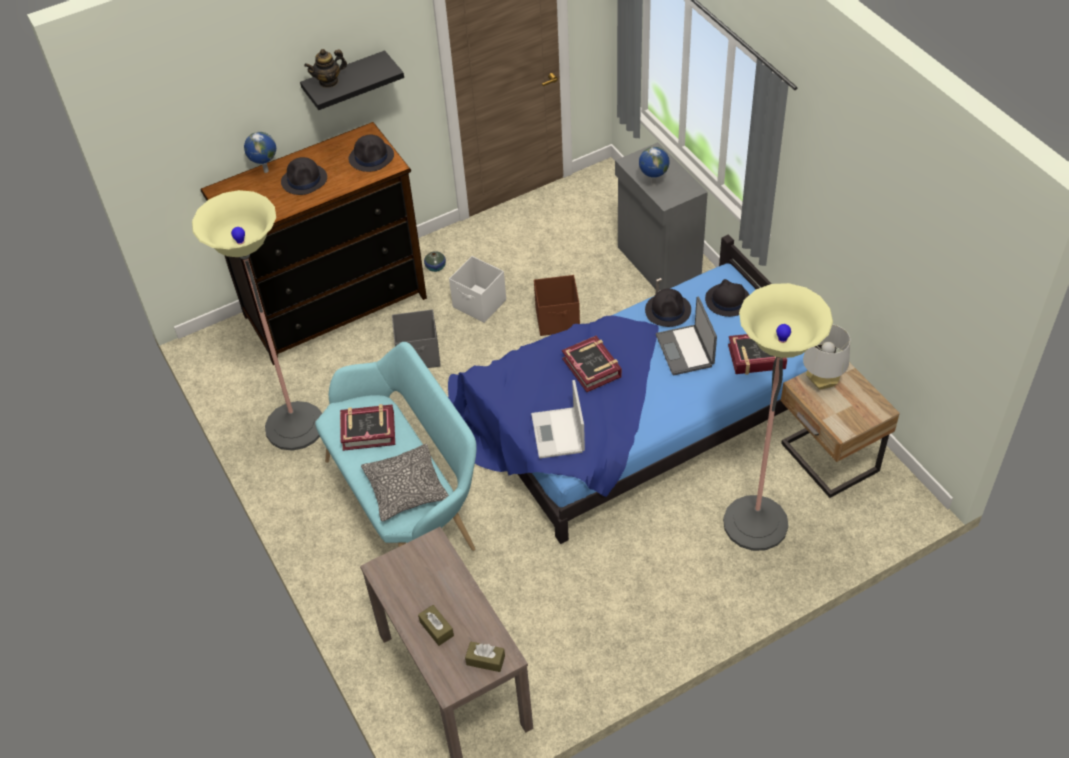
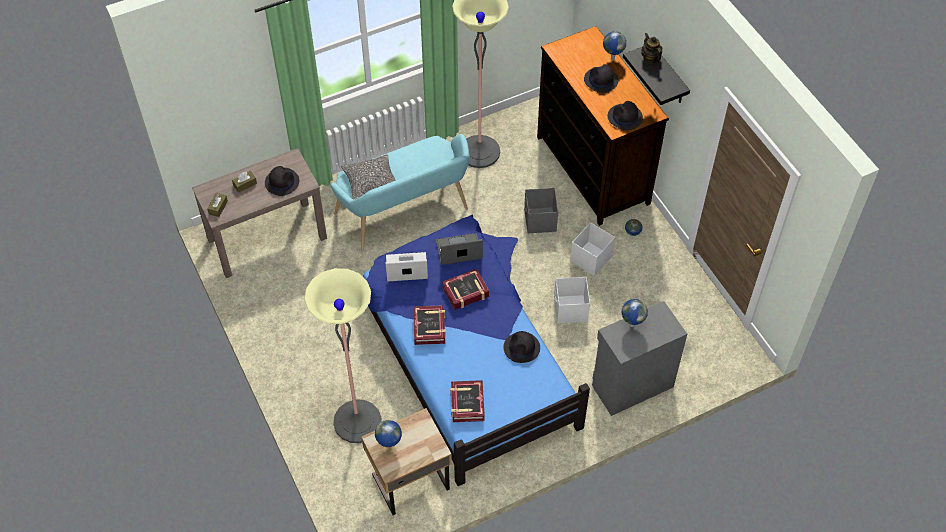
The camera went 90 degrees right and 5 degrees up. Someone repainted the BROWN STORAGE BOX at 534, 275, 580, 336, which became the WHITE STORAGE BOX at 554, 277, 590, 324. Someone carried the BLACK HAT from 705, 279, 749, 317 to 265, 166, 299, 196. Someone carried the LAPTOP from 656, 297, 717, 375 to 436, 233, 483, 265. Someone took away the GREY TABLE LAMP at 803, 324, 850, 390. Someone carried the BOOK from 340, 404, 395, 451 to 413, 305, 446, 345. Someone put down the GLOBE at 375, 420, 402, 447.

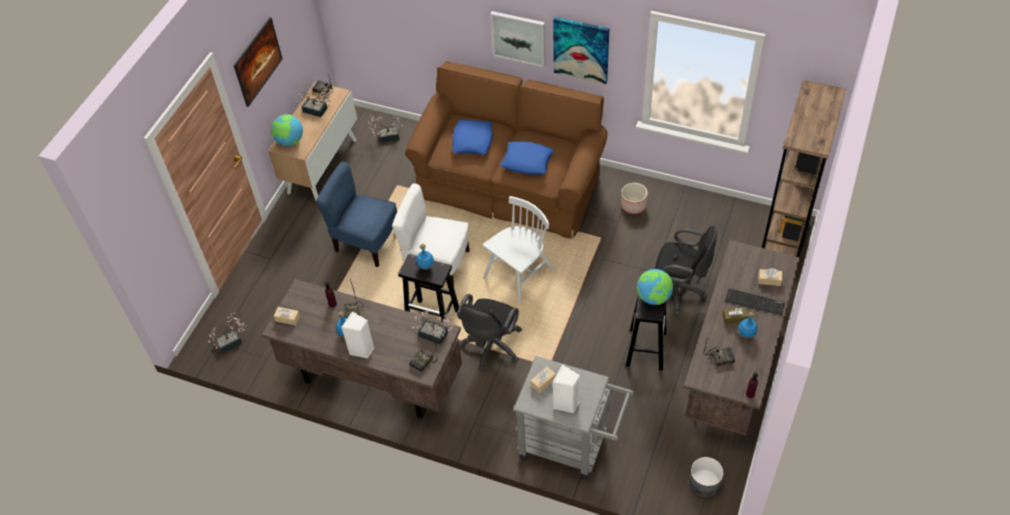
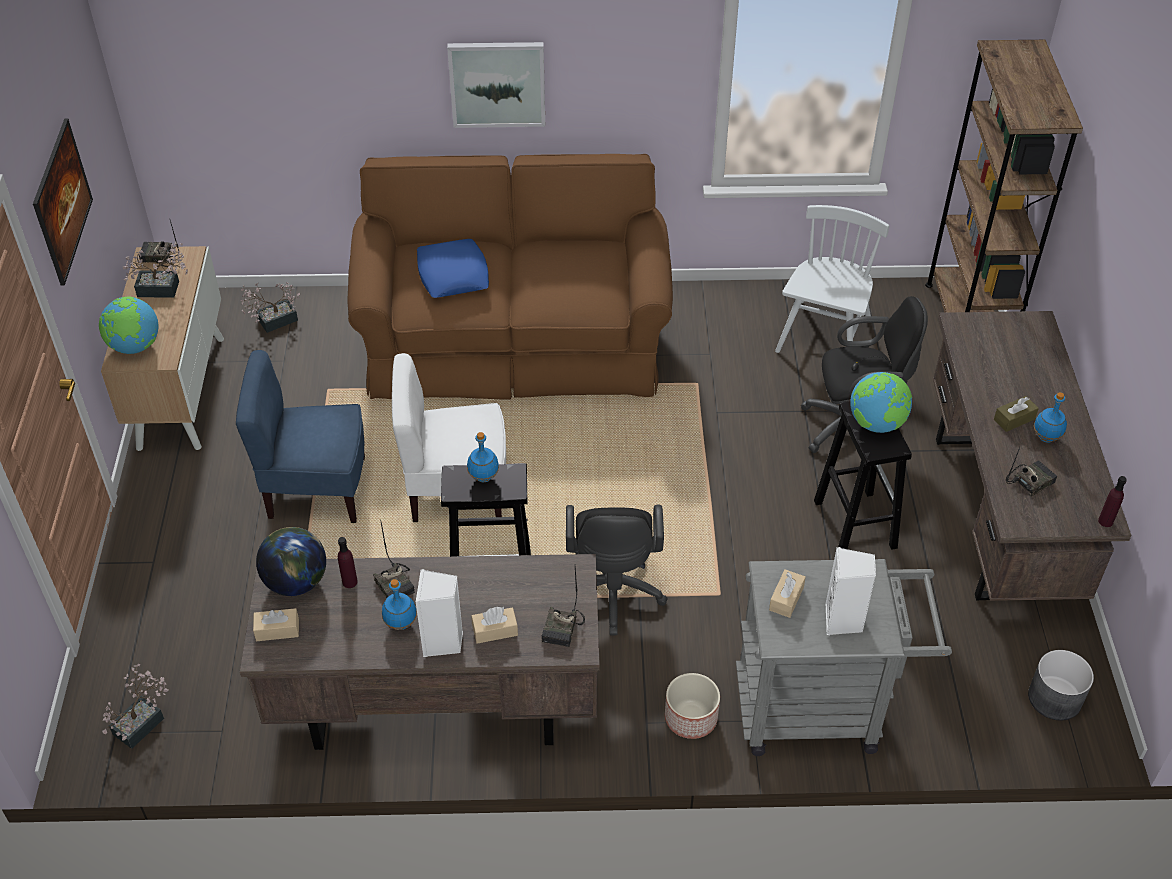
The camera went 25 degrees left and 5 degrees down. Someone took away the PICTURE at 553, 17, 609, 84. Someone took away the BLUE PILLOW at 500, 141, 554, 175. Someone carried the PLANTER from 621, 183, 648, 214 to 665, 673, 720, 739. Someone carried the WHITE CHAIR from 483, 196, 555, 303 to 775, 205, 889, 353. Someone carried the BEIGE TISSUE BOX from 758, 268, 782, 286 to 471, 607, 518, 644. Someone took away the KEYBOARD at 725, 288, 785, 316. Someone took away the POTTED PLANT at 412, 311, 454, 345. Someone put down the GLOBE at 256, 527, 326, 596.

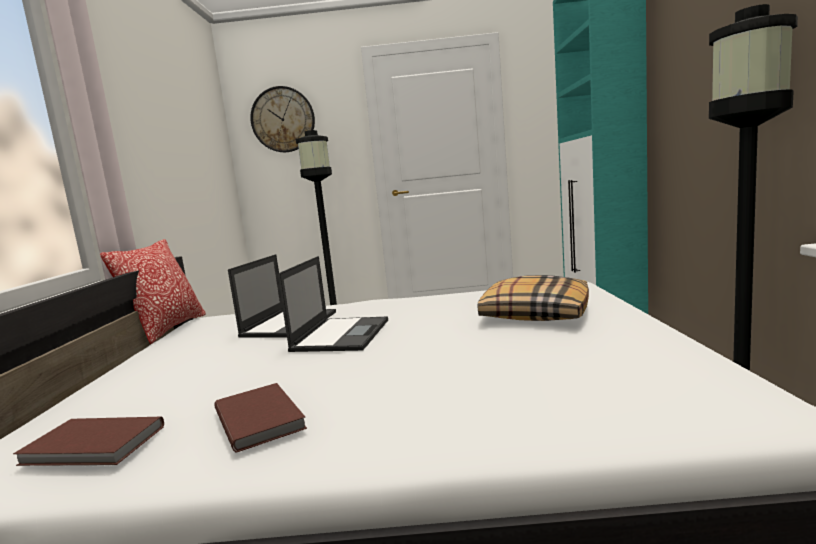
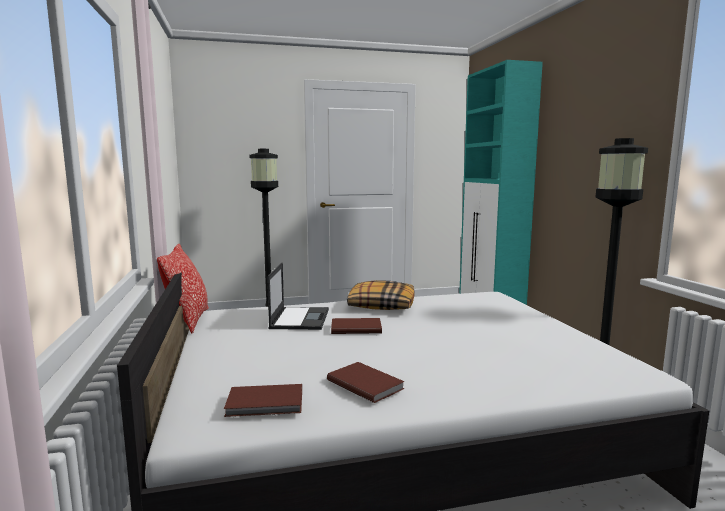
The camera went 15 degrees left and 0 degrees up. Someone took away the WALL CLOCK at 250, 86, 315, 152. Someone swapped the LAPTOP at 277, 256, 388, 352 for the BROWN BOOK at 331, 318, 382, 334. Someone carried the PILLOW from 477, 275, 589, 321 to 347, 280, 414, 310.

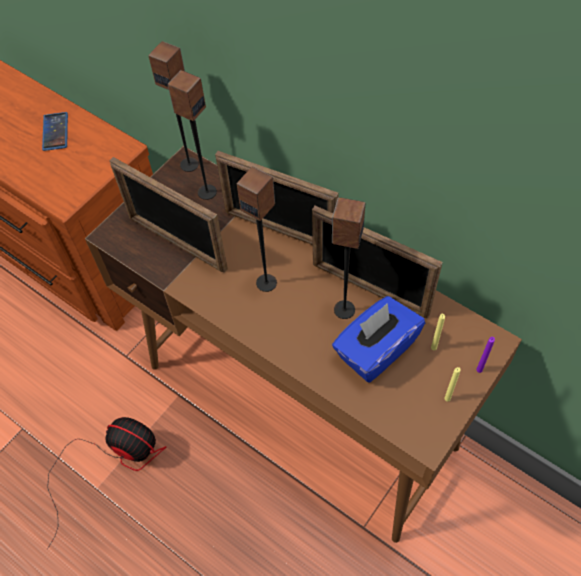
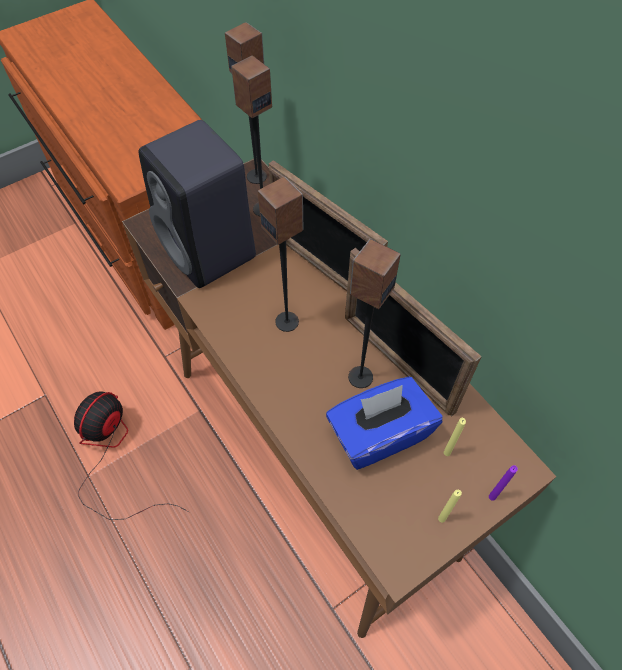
The camera went 15 degrees right and 0 degrees up. Someone took away the PHONE at 42, 112, 68, 151. Someone swapped the PICTURE FRAME at 110, 157, 228, 273 for the BLACK SPEAKER at 138, 120, 256, 288. Someone rotated the FAN at 47, 417, 166, 550 by 105 degrees counterclockwise.

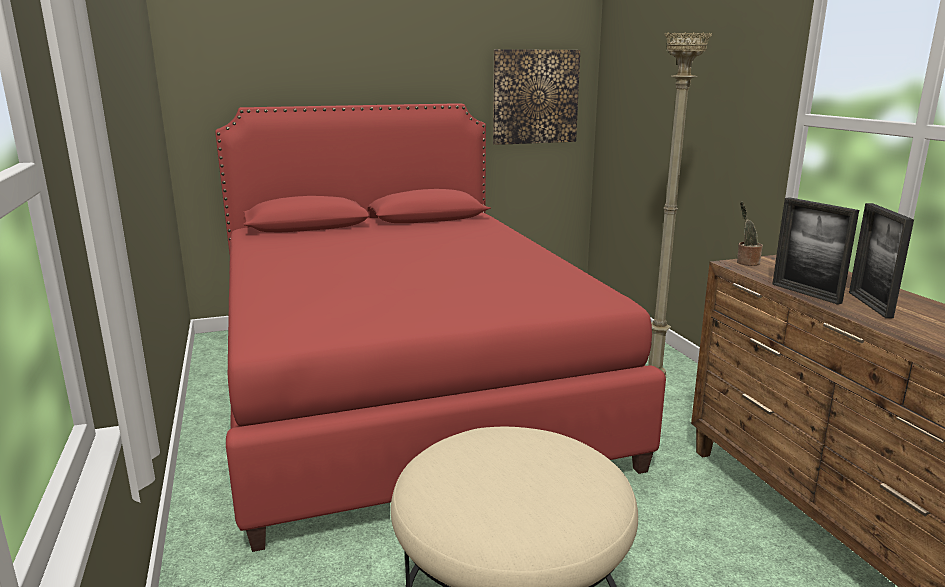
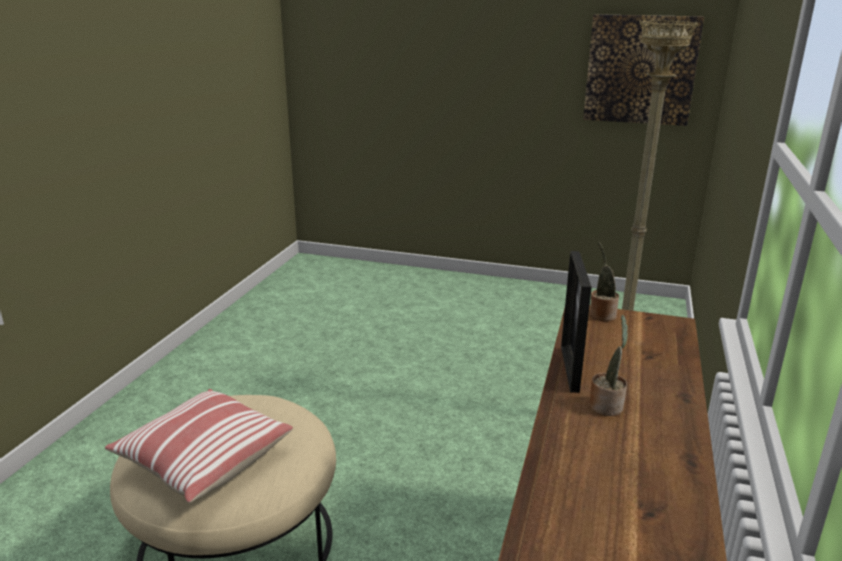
The camera went 35 degrees right and 5 degrees up. Someone took away the RED BED at 215, 103, 666, 552. Someone swapped the PICTURE FRAME at 849, 203, 914, 318 for the POTTED PLANT at 589, 315, 628, 416. Someone put down the PILLOW at 105, 389, 293, 503.

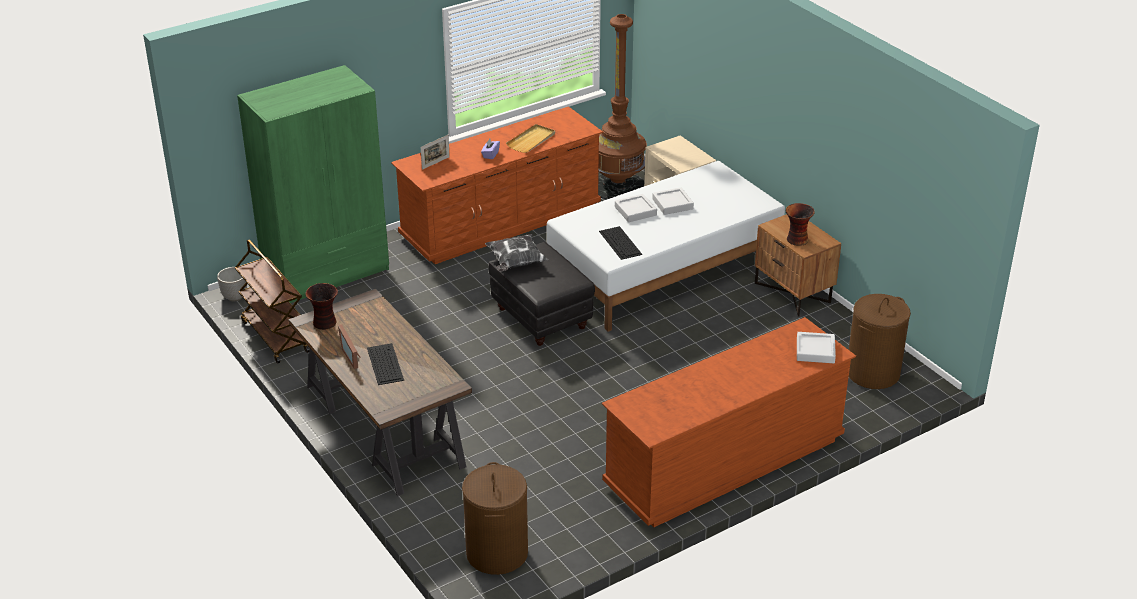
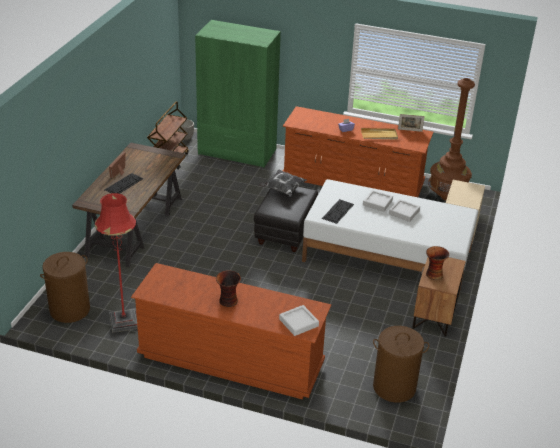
The camera went 50 degrees right and 0 degrees up. Someone carried the PICTURE FRAME from 421, 135, 450, 170 to 398, 114, 425, 132. Someone carried the VASE from 305, 283, 338, 330 to 216, 270, 241, 307. Someone put down the RED FLOOR LAMP at 95, 193, 138, 333.

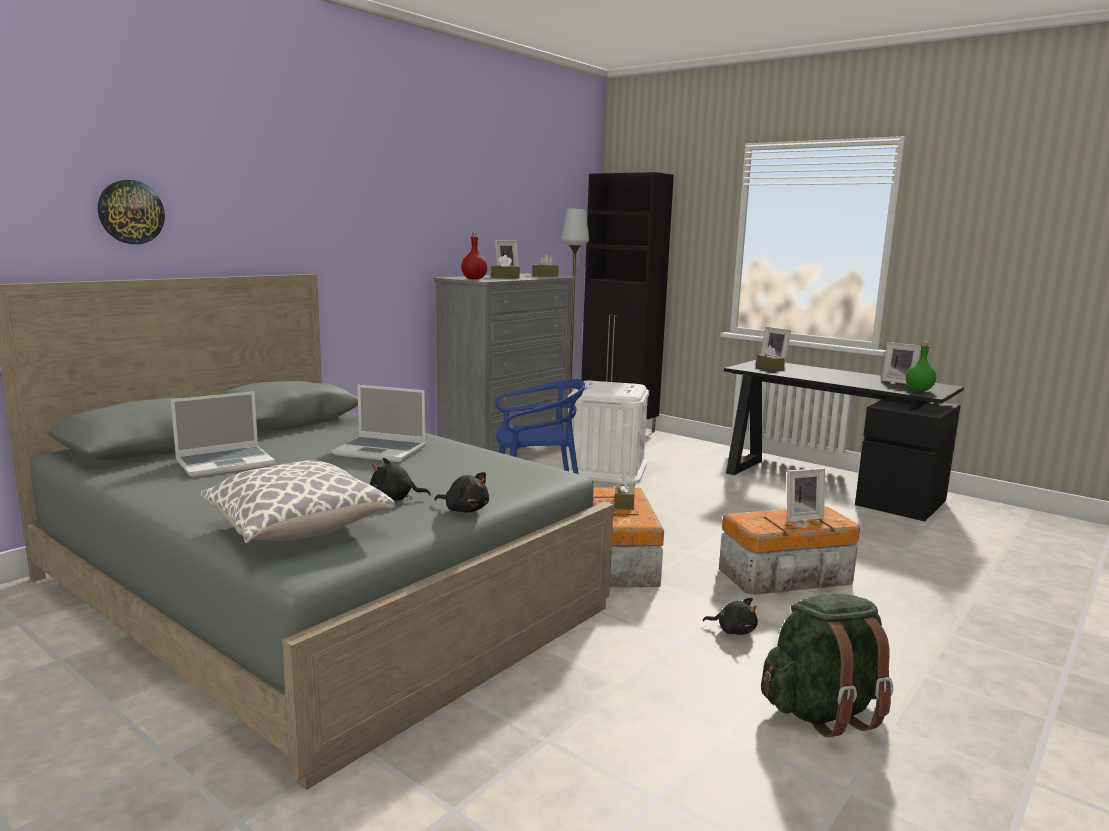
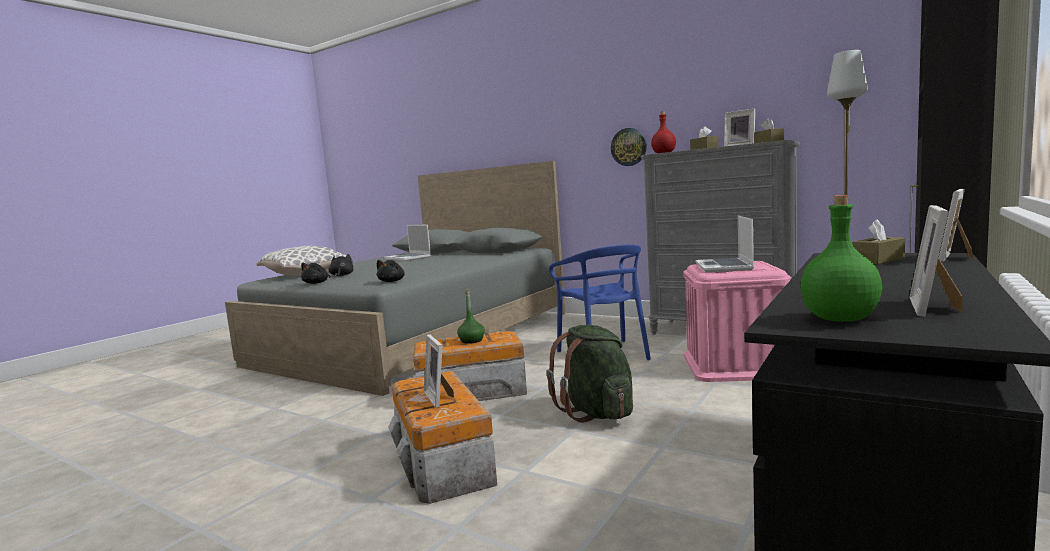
The camera went 85 degrees right and 5 degrees down. Someone carried the WALL CLOCK from 98, 180, 165, 244 to 611, 128, 647, 166. Someone repainted the WHITE STORAGE BOX at 567, 380, 649, 484, which became the PINK STORAGE BOX at 684, 261, 792, 382. Someone carried the LAPTOP from 332, 385, 426, 462 to 696, 216, 754, 272. Someone swapped the BROWN TISSUE BOX at 614, 474, 635, 510 for the GREEN BOTTLE at 457, 289, 485, 344. Someone carried the GREEN BACKPACK from 761, 594, 893, 737 to 547, 325, 633, 423. Someone carried the BLACK PLUSH TOY from 703, 598, 758, 635 to 377, 260, 405, 282.

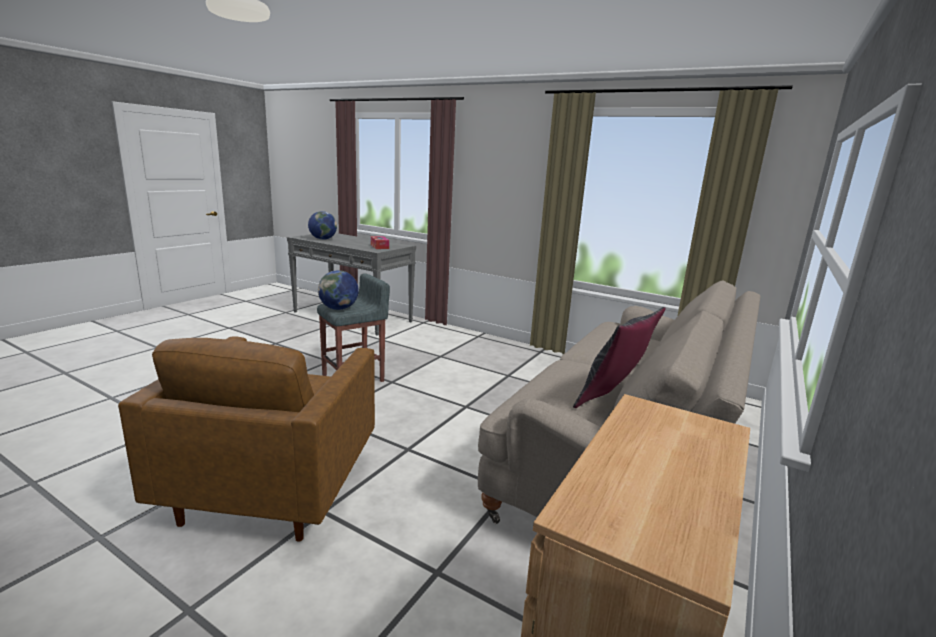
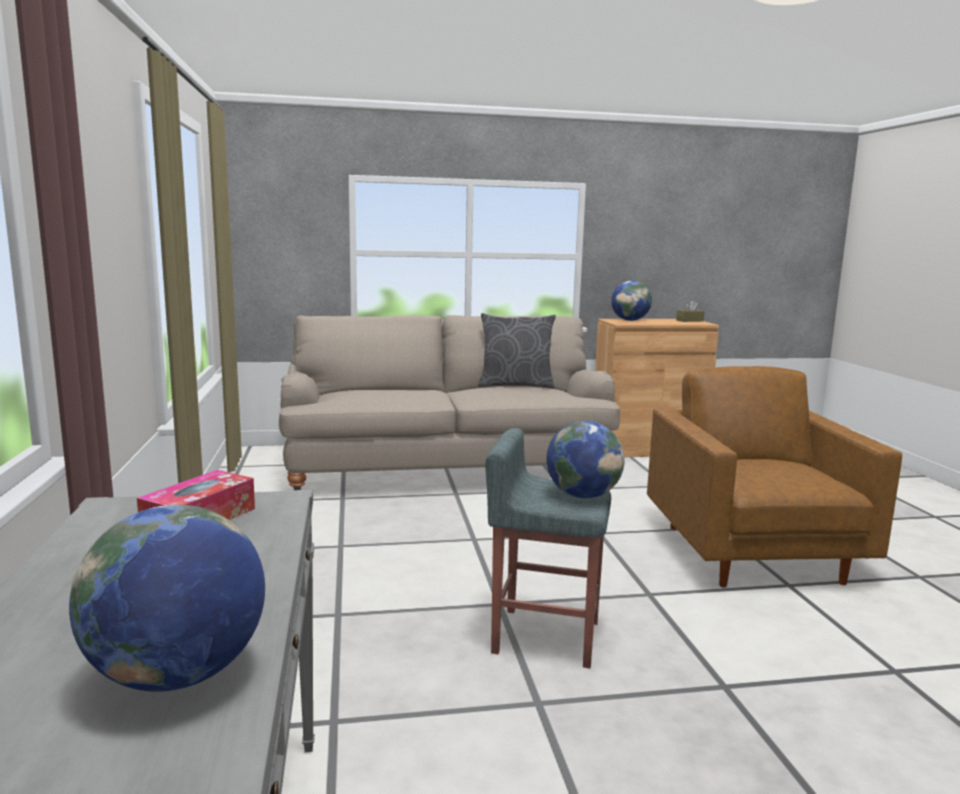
The camera went 130 degrees left and 5 degrees down. Someone rotated the BROWN ARMCHAIR at 118, 337, 375, 542 by 60 degrees counterclockwise. Someone put down the GLOBE at 611, 281, 652, 321. Someone put down the BROWN TISSUE BOX at 676, 301, 705, 322.

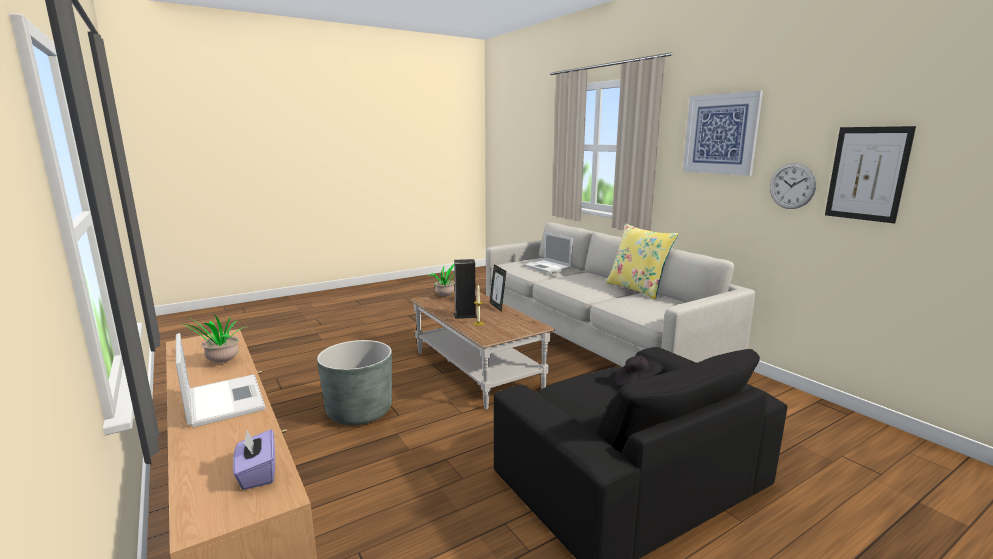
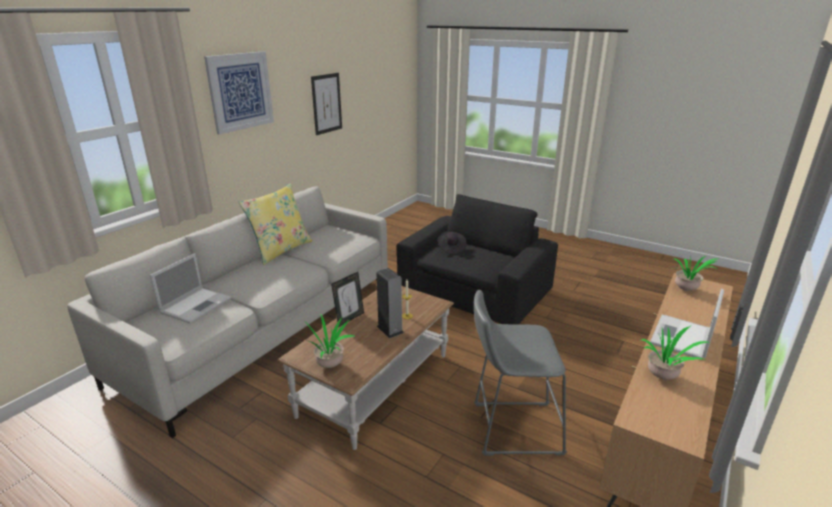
The camera went 115 degrees left and 10 degrees up. Someone took away the WALL CLOCK at 770, 163, 817, 209. Someone swapped the GREY PLANTER at 317, 340, 392, 425 for the GREY STOOL at 474, 290, 567, 456. Someone swapped the PURPLE TISSUE BOX at 233, 429, 275, 490 for the POTTED PLANT at 675, 256, 717, 291.

